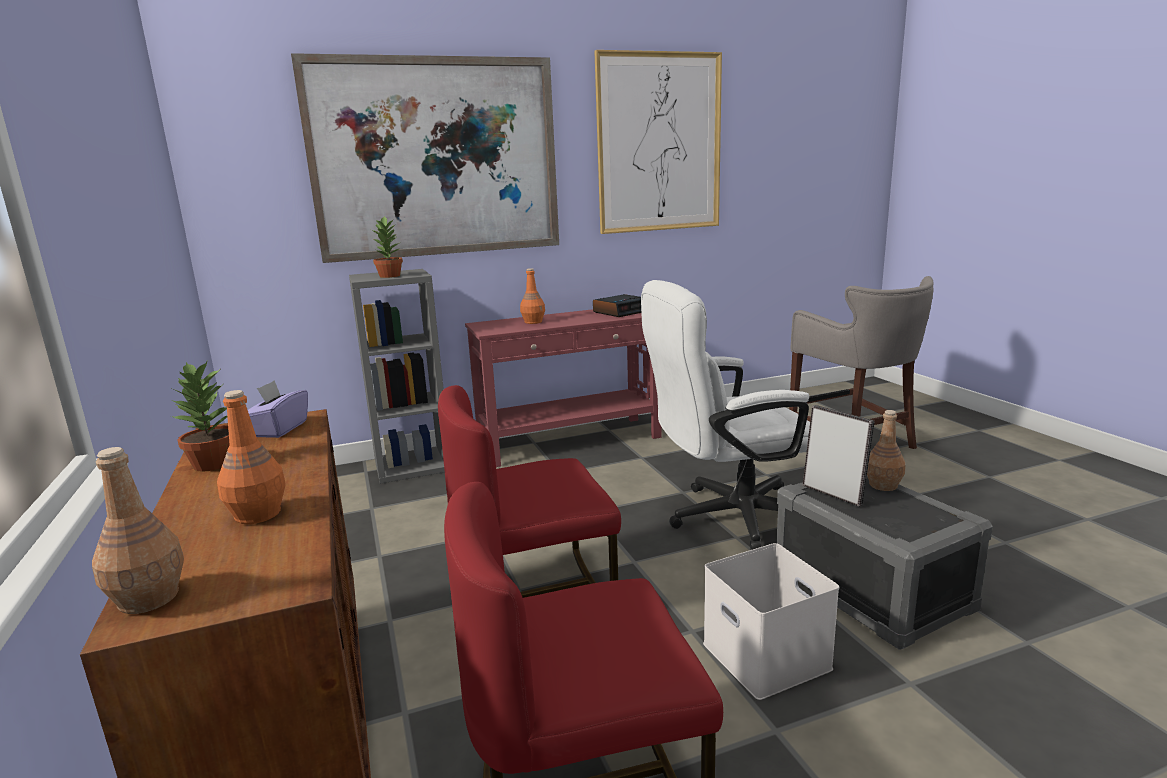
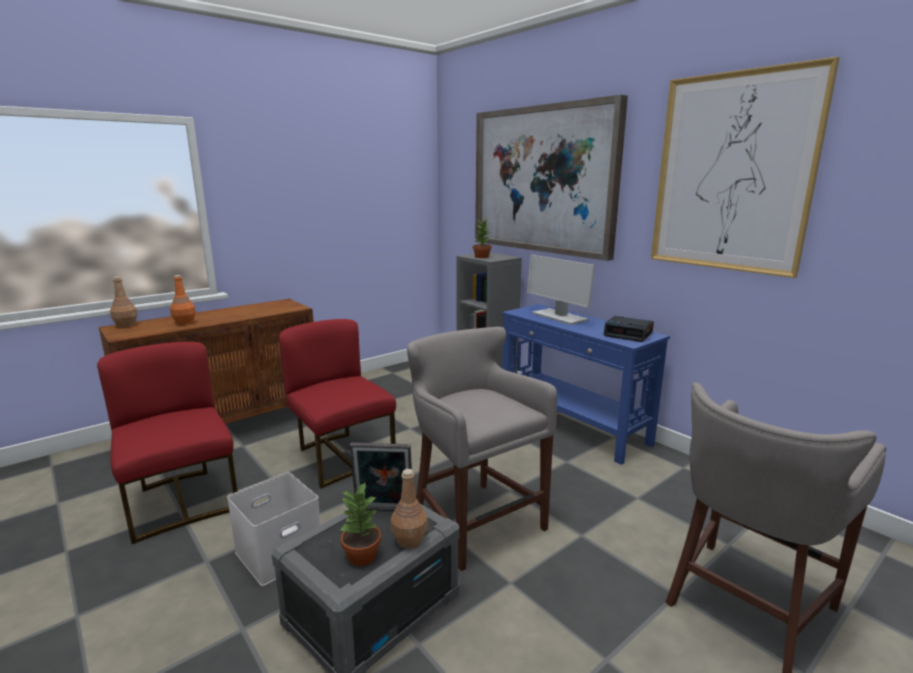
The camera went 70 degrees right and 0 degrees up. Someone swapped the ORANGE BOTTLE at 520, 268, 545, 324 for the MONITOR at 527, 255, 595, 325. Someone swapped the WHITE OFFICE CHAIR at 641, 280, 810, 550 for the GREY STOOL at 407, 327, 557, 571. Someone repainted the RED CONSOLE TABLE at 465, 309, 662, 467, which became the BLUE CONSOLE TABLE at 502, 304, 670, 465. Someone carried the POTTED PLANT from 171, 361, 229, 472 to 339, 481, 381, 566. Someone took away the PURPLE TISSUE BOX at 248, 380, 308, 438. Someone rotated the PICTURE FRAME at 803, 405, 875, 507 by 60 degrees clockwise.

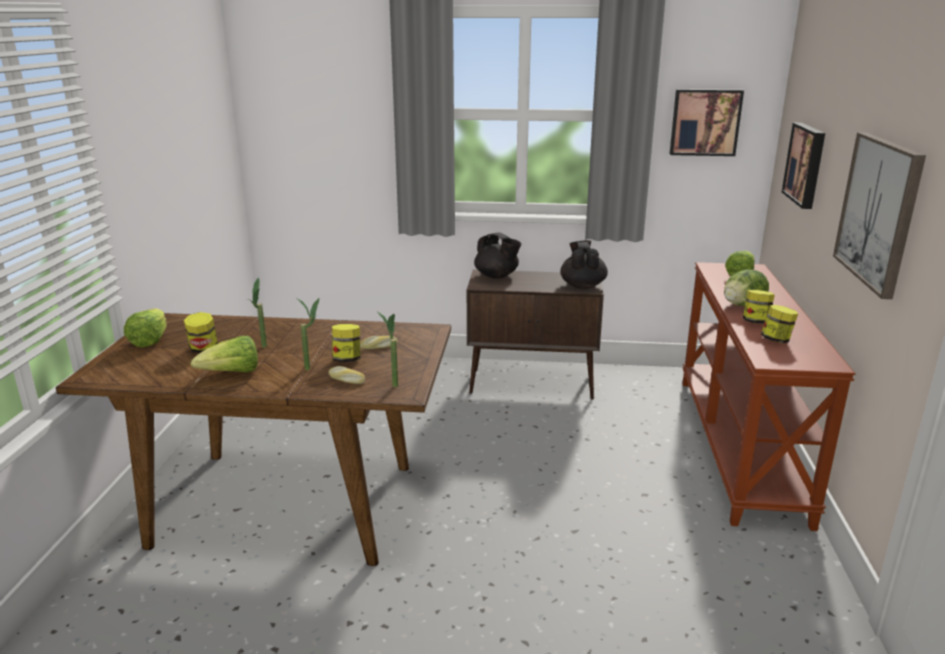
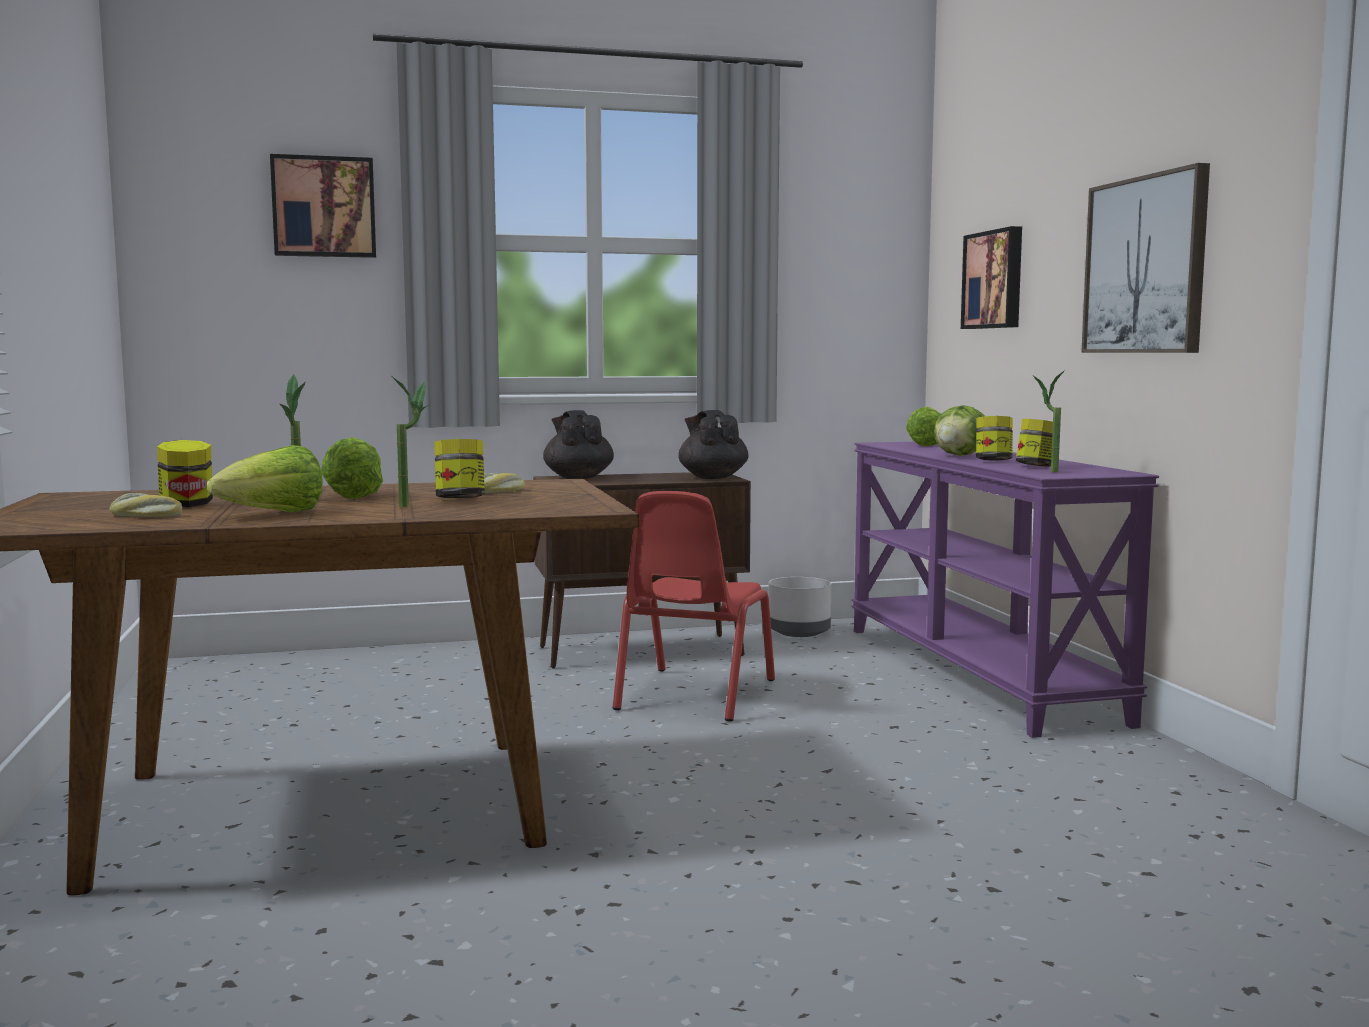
The camera went 20 degrees left and 15 degrees down. Someone carried the PICTURE from 670, 89, 744, 156 to 270, 154, 376, 258. Someone rotated the BLACK TEAPOT at 474, 233, 522, 279 by 135 degrees counterclockwise. Someone repainted the BROWN CONSOLE TABLE at 682, 262, 856, 531, which became the PURPLE CONSOLE TABLE at 851, 442, 1159, 738. Someone carried the LETTUCE from 124, 308, 167, 347 to 321, 437, 383, 499. Someone carried the POTTED PLANT from 378, 312, 398, 387 to 1033, 370, 1065, 472. Someone carried the BREAD from 328, 366, 365, 384 to 110, 493, 182, 517. Someone put down the RED CHAIR at 613, 491, 775, 722. Someone put down the GREY PLANTER at 769, 577, 831, 637.

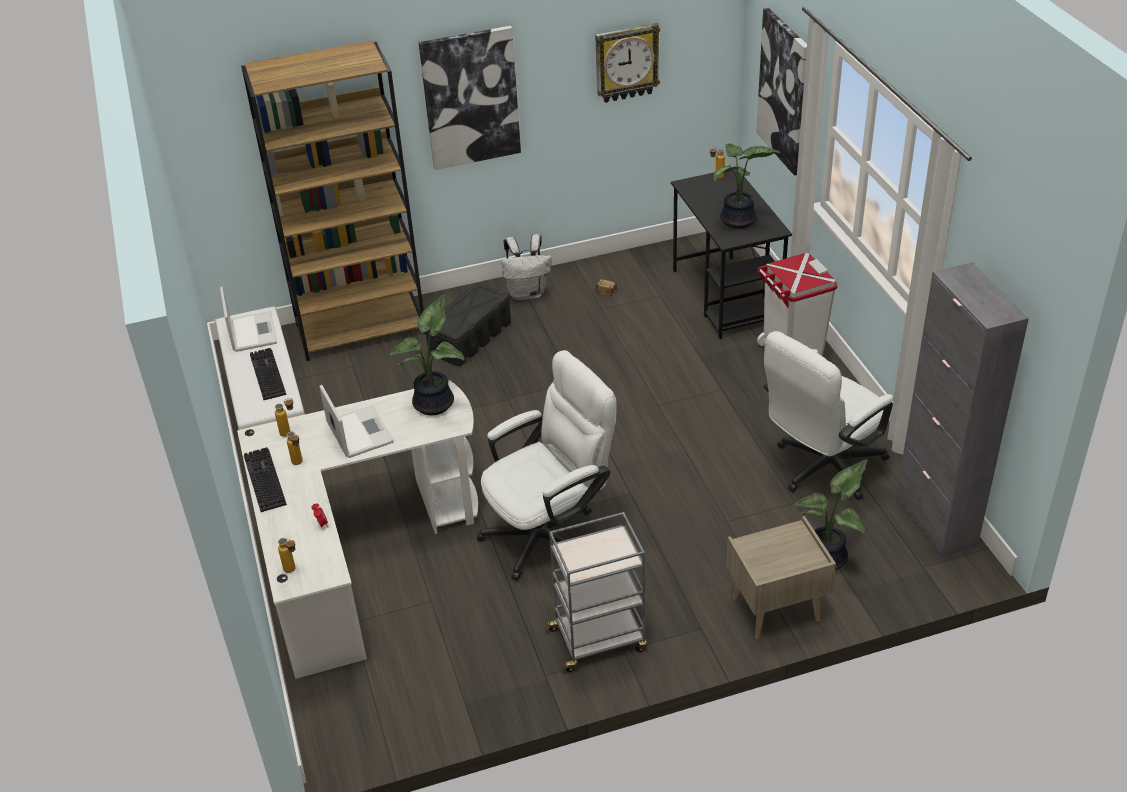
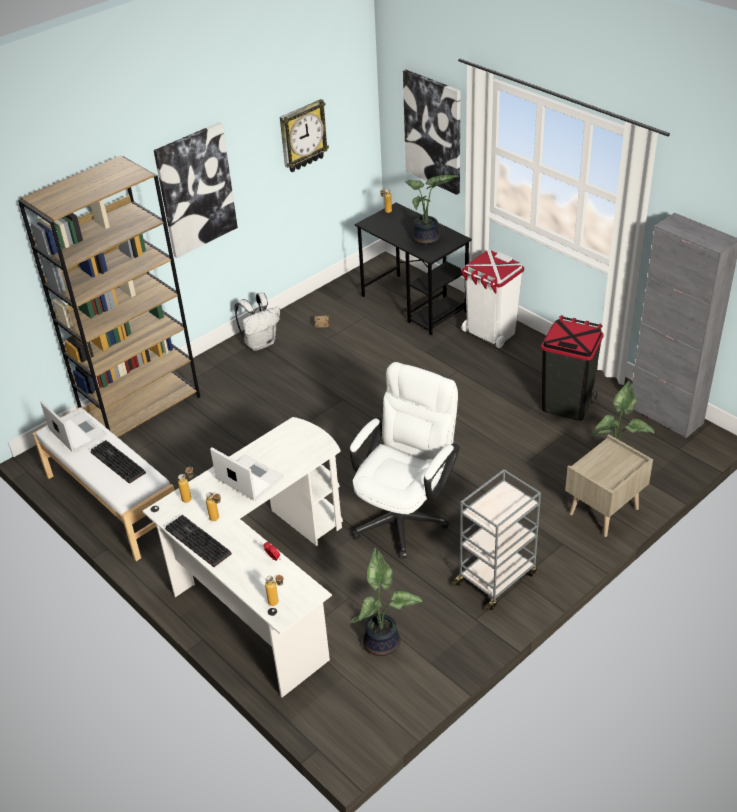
The camera went 25 degrees left and 0 degrees up. Someone took away the BLACK STORAGE BOX at 426, 283, 511, 366. Someone carried the POTTED PLANT from 390, 294, 465, 415 to 351, 548, 423, 656. Someone swapped the WHITE OFFICE CHAIR at 764, 331, 893, 500 for the BLACK TRASH CAN at 541, 315, 604, 421.

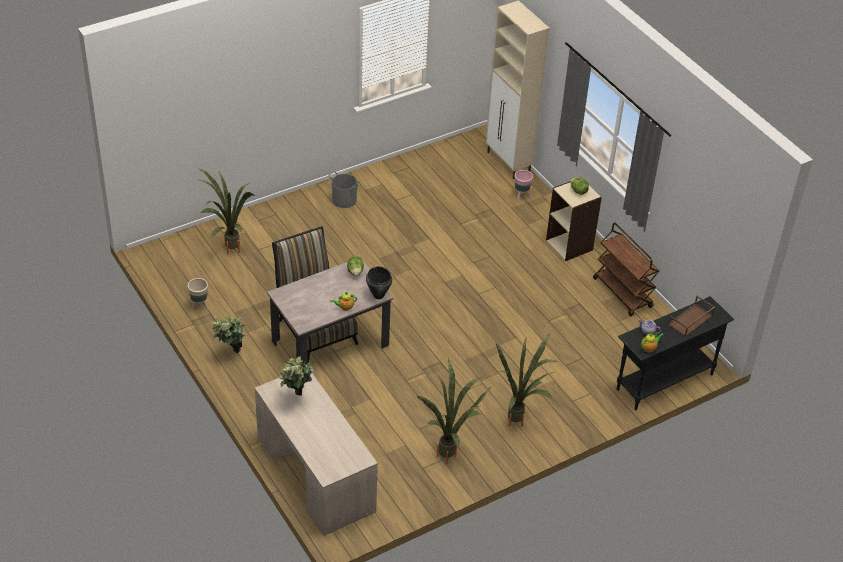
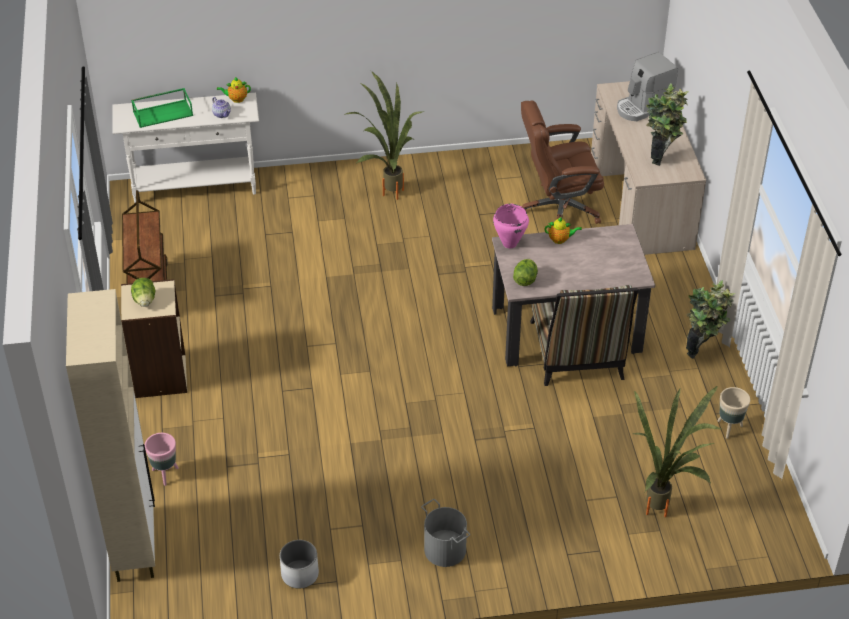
The camera went 155 degrees left and 0 degrees up. Someone repainted the BLACK COOKING POT at 366, 266, 392, 299, which became the PINK COOKING POT at 493, 204, 529, 248. Someone repainted the BLACK CONSOLE TABLE at 616, 296, 734, 410, which became the WHITE CONSOLE TABLE at 112, 93, 259, 203. Someone repainted the BROWN TRAY at 668, 296, 715, 337, which became the GREEN TRAY at 131, 88, 193, 128. Someone took away the POTTED PLANT at 417, 359, 492, 464. Someone put down the COFFEE MACHINE at 617, 52, 678, 121. Someone put down the BROWN OFFICE CHAIR at 521, 100, 604, 224. Someone put down the WHITE PLANTER at 280, 540, 319, 588.

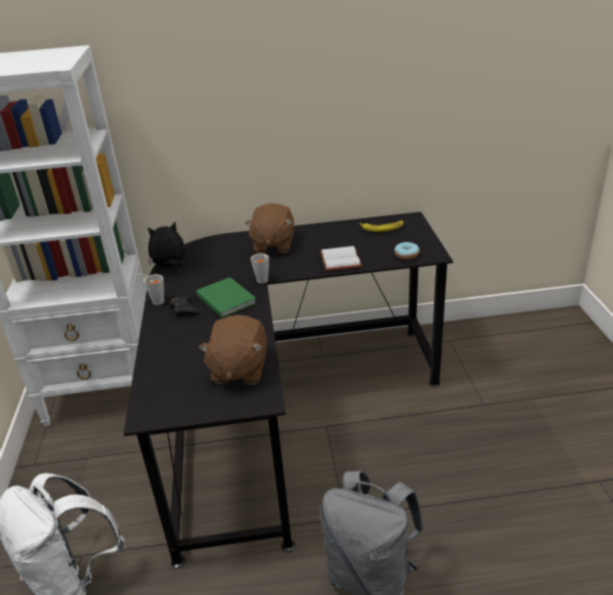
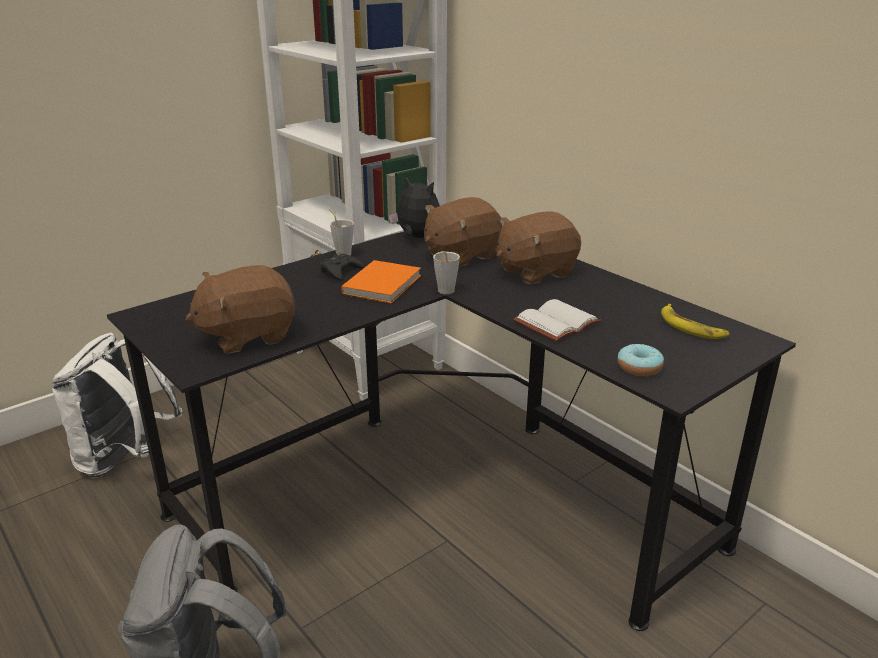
The camera went 55 degrees right and 5 degrees down. Someone repainted the GREEN BOOK at 196, 277, 257, 318, which became the ORANGE BOOK at 341, 260, 421, 303. Someone put down the BROWN PLUSH TOY at 424, 197, 502, 267.

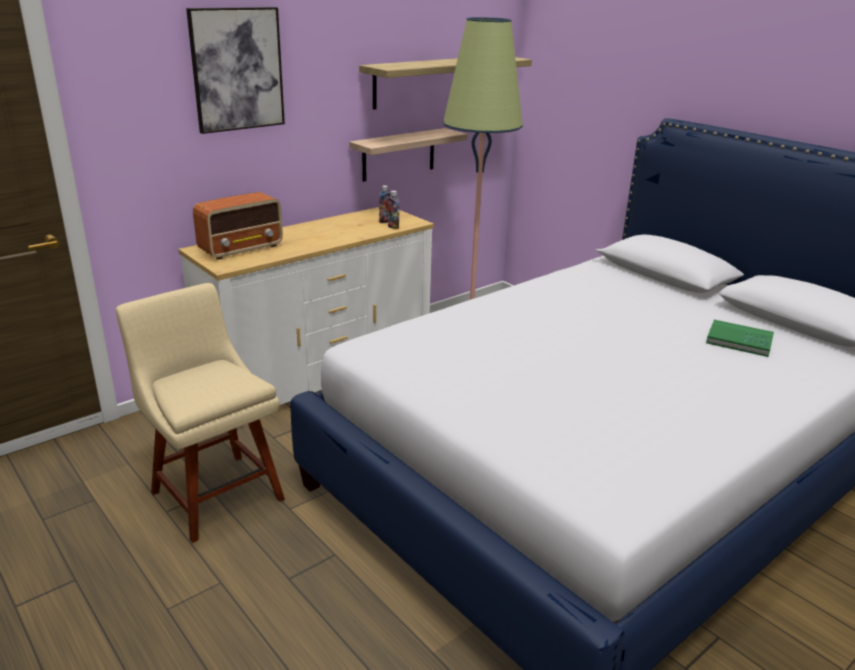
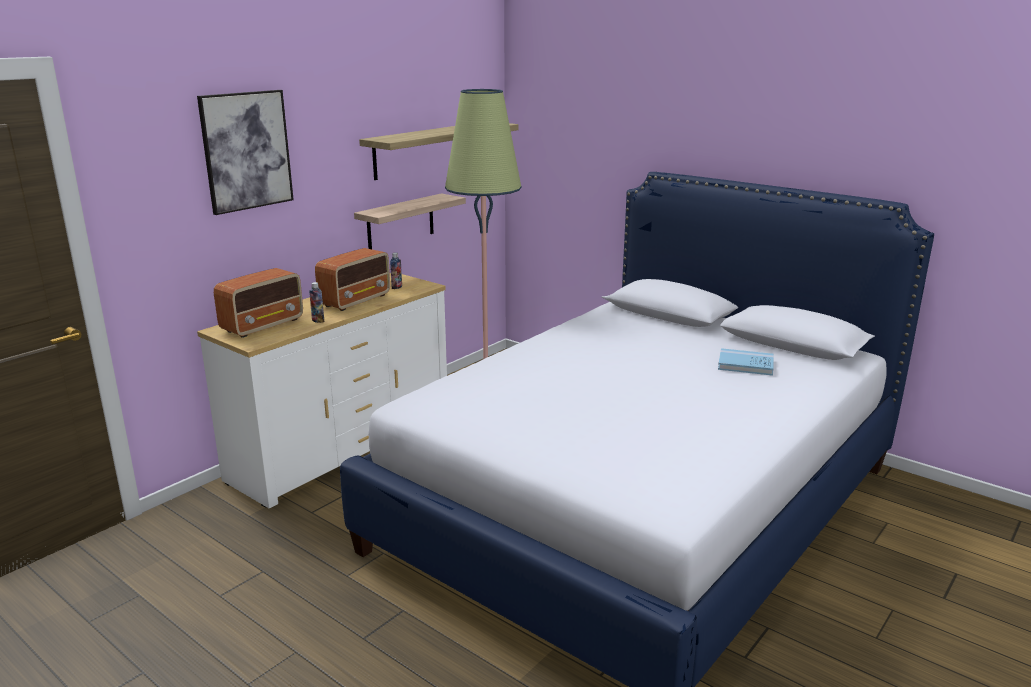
The camera went 10 degrees left and 5 degrees down. Someone carried the BOTTLE from 388, 191, 399, 229 to 309, 282, 324, 323. Someone took away the BEIGE CHAIR at 116, 283, 285, 543. Someone repainted the GREEN BOOK at 706, 320, 774, 357, which became the BLUE BOOK at 718, 348, 774, 376. Someone put down the RADIO at 315, 248, 390, 311.

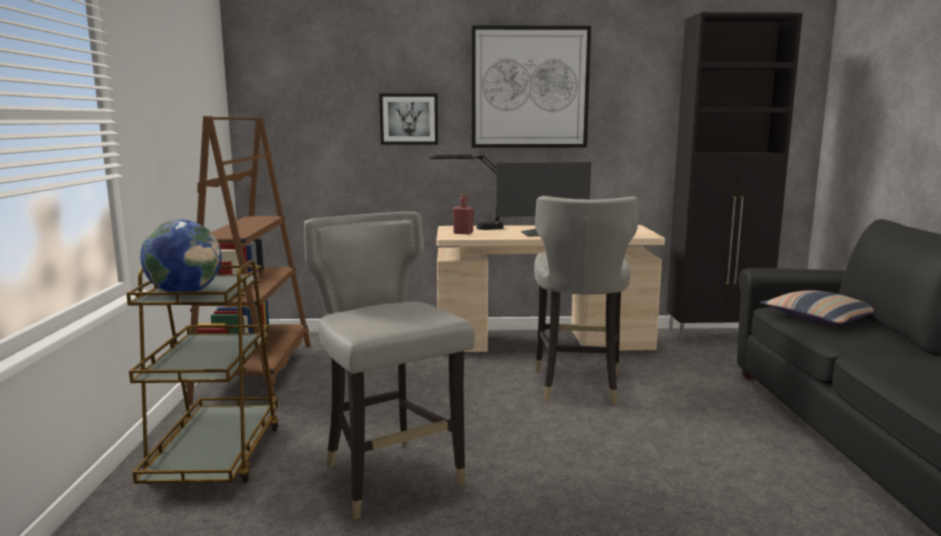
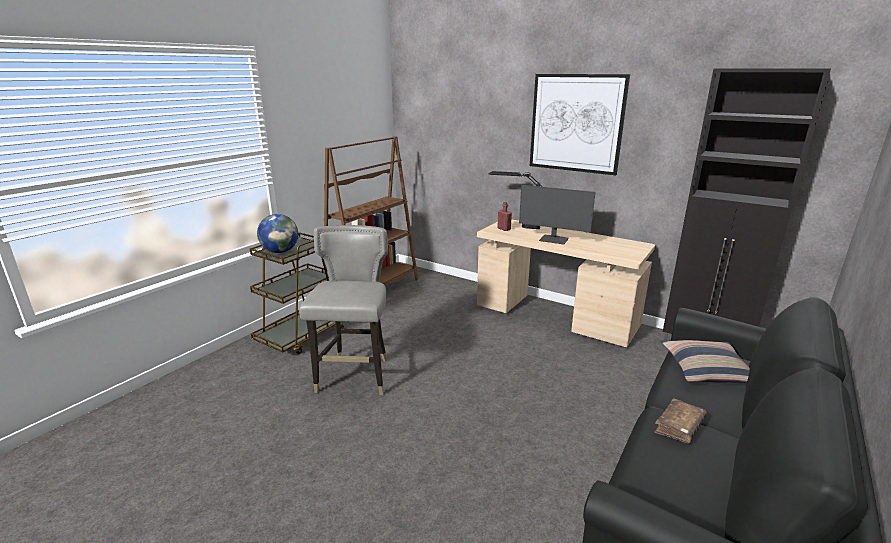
The camera went 35 degrees right and 10 degrees up. Someone took away the PICTURE at 379, 94, 438, 145. Someone took away the GREY CHAIR at 534, 196, 638, 405. Someone put down the BROWN BOOK at 654, 398, 707, 443.

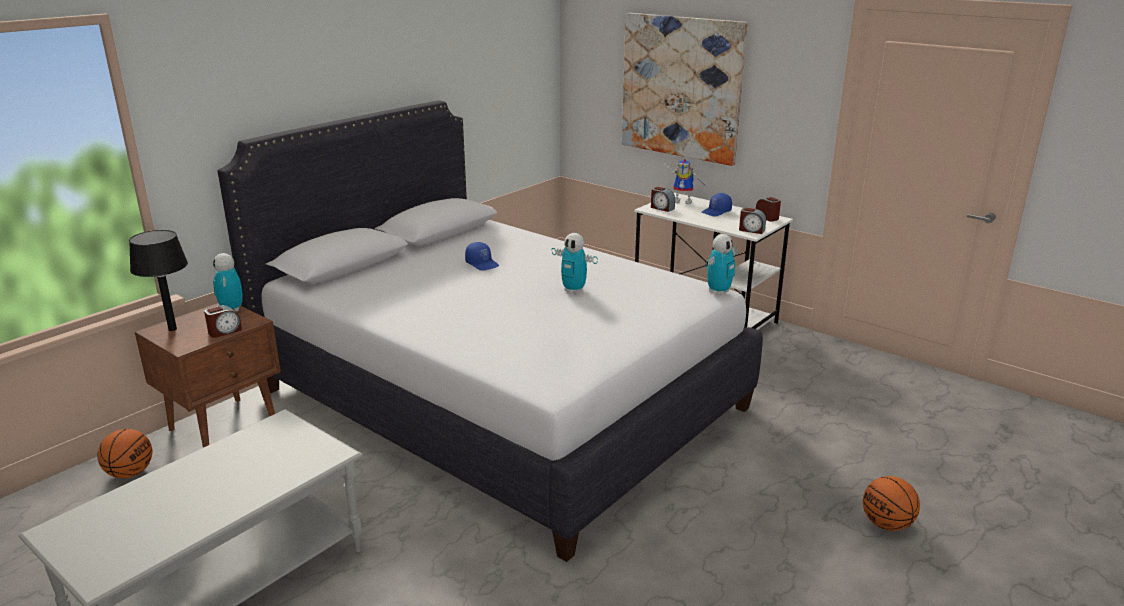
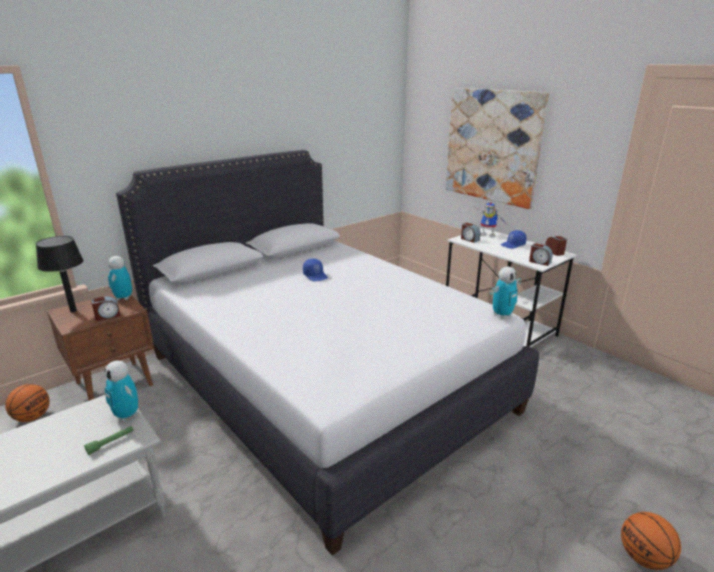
The camera went 10 degrees right and 0 degrees up. Someone carried the TOY ROBOT from 552, 233, 598, 294 to 104, 361, 138, 421. Someone put down the GREEN FLASHLIGHT at 84, 426, 134, 455.

